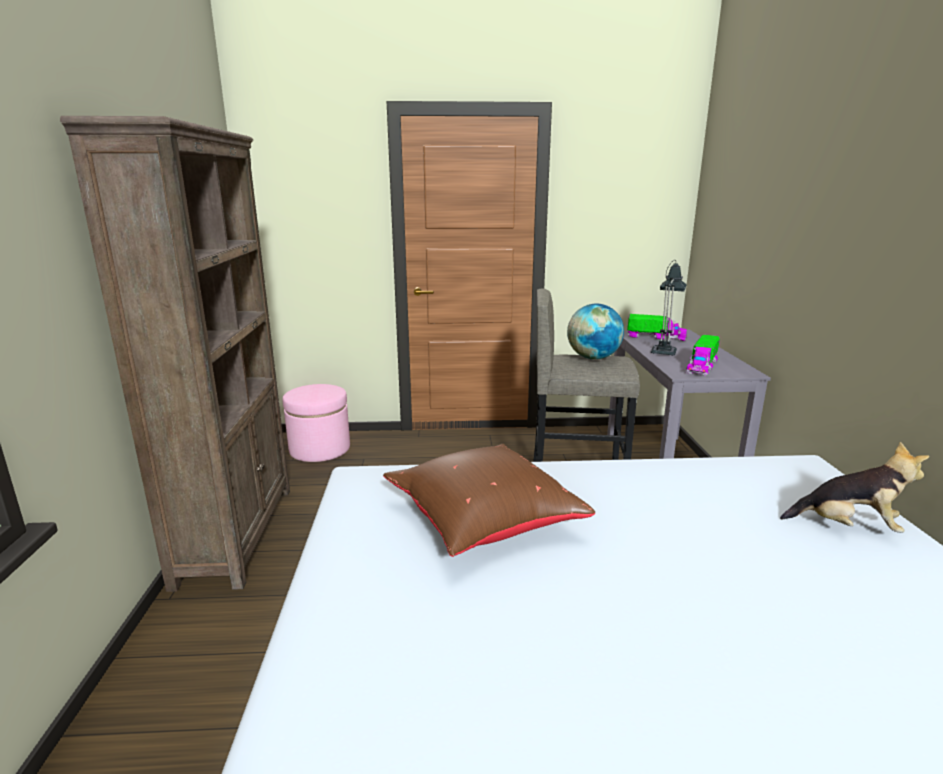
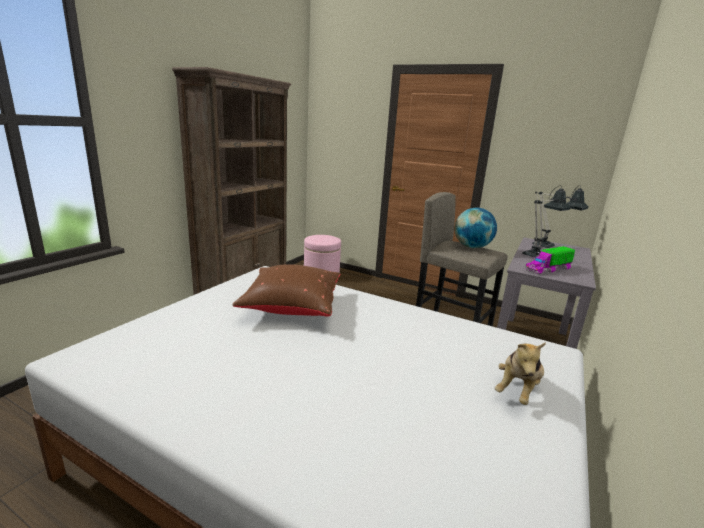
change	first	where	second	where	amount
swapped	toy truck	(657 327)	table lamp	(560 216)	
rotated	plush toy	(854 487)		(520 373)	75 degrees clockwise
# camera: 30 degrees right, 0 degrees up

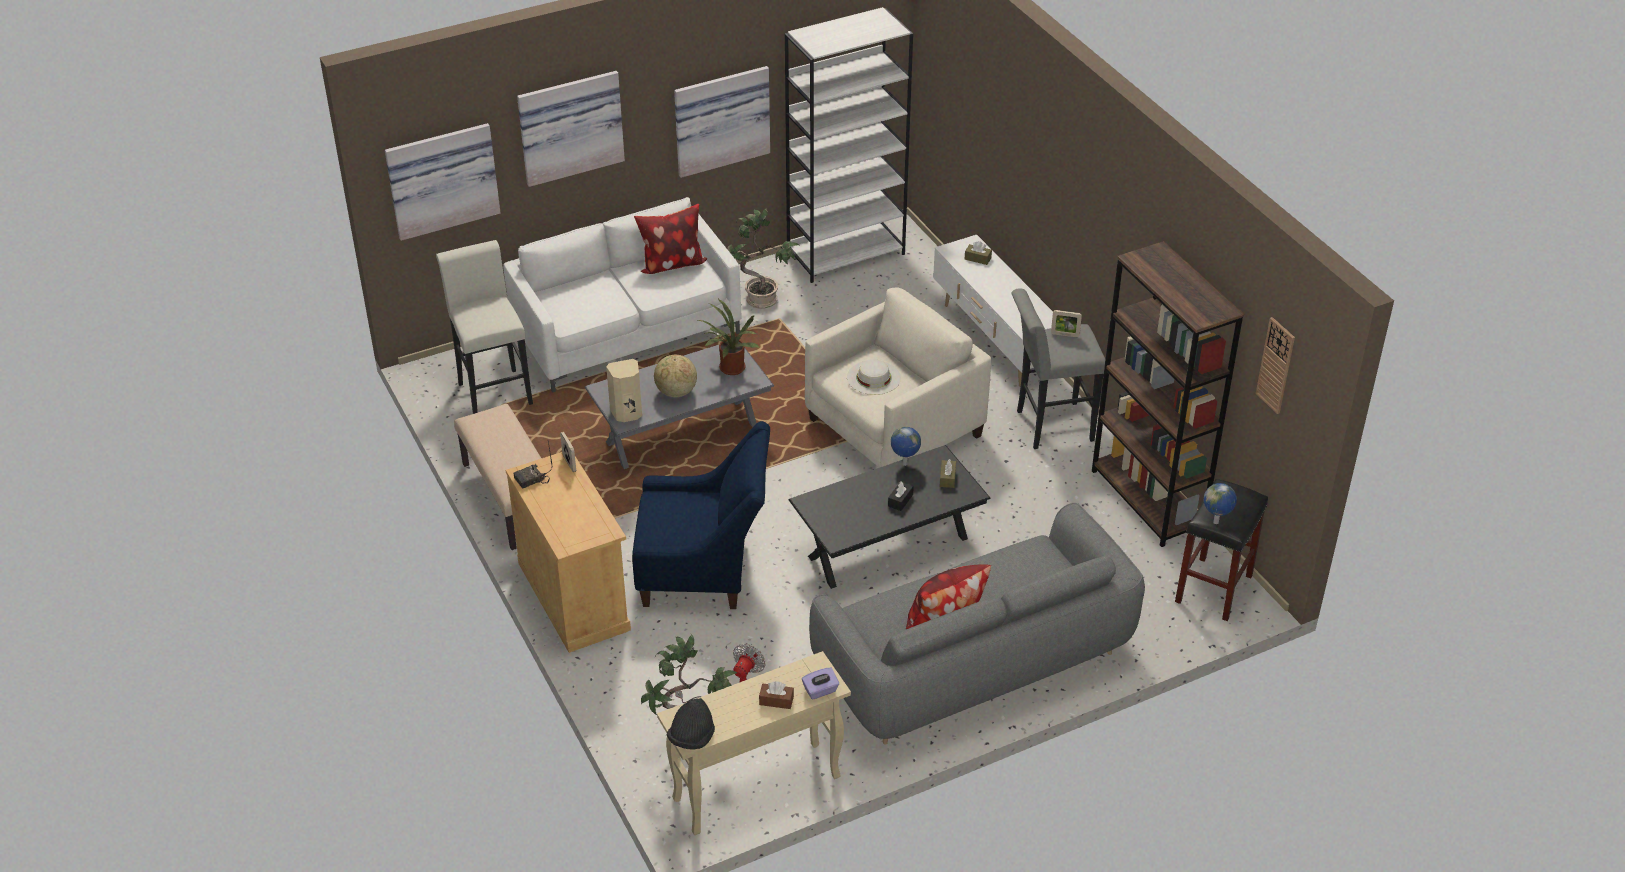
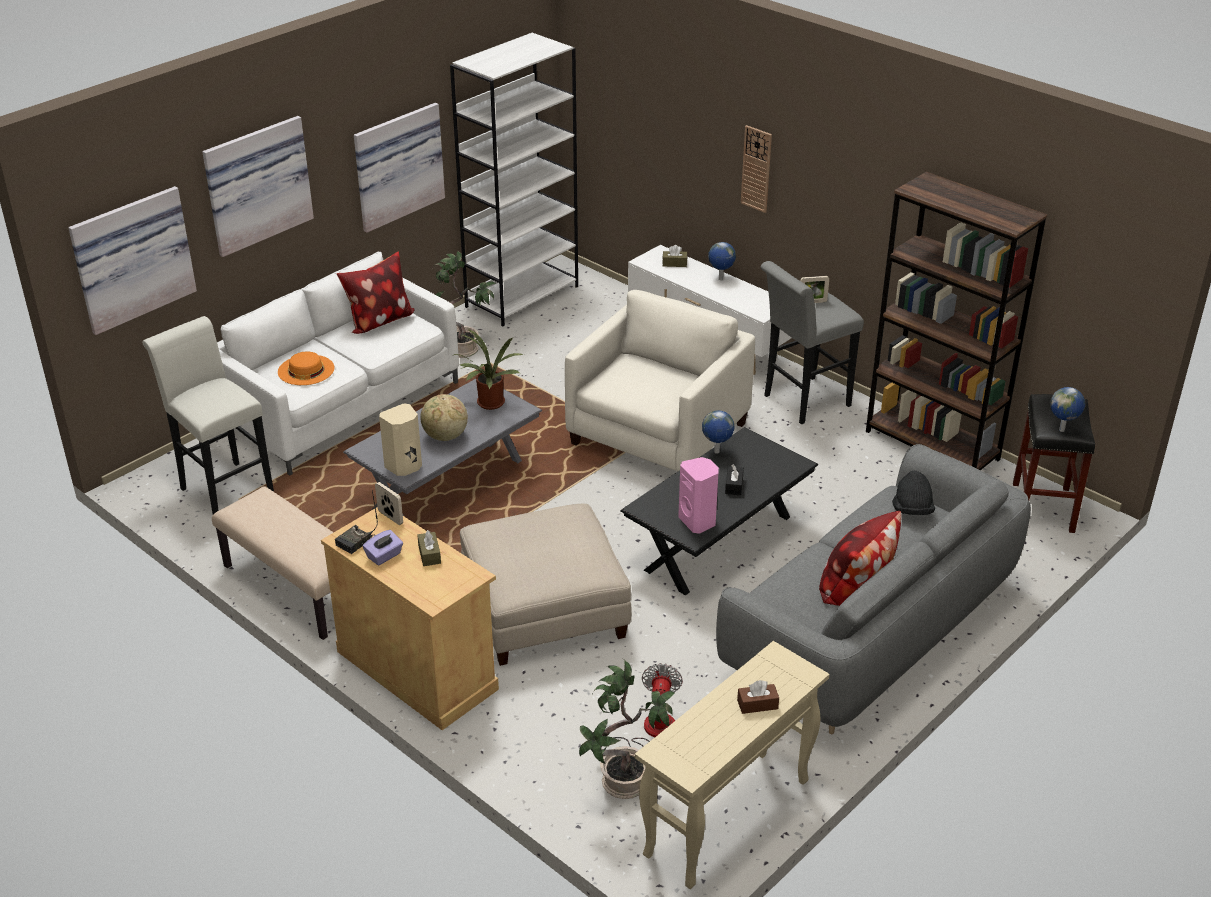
change	first	where	second	where	amount
shifted	wall clock	(1275 365)		(756 169)	
gone	white hat	(874 377)			
swapped	blue armchair	(701 515)	beige ottoman	(546 584)	
shifted	brown tissue box	(948 473)		(429 548)	
shifted	purple tissue box	(820 684)		(383 547)	
shifted	black hat	(691 724)		(913 493)	
new			globe	(722 261)	
new			orange hat	(306 368)	
new			pink speaker	(698 495)	
# camera: 20 degrees left, 5 degrees down

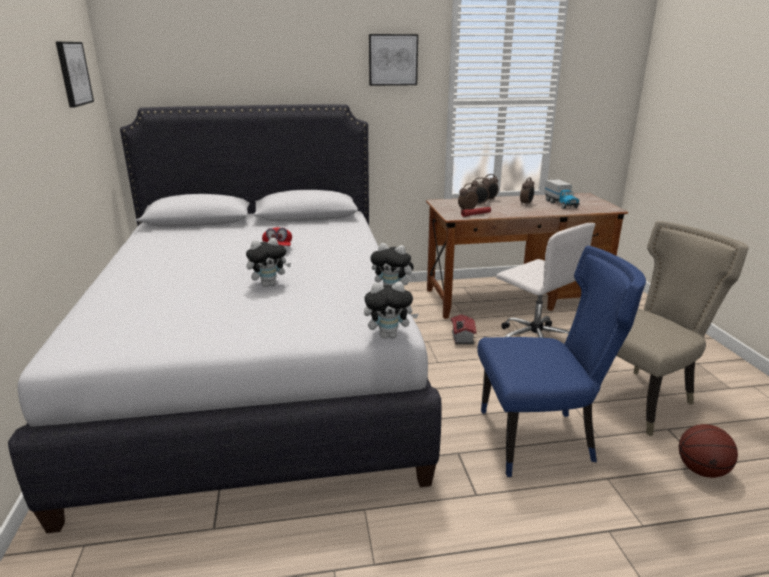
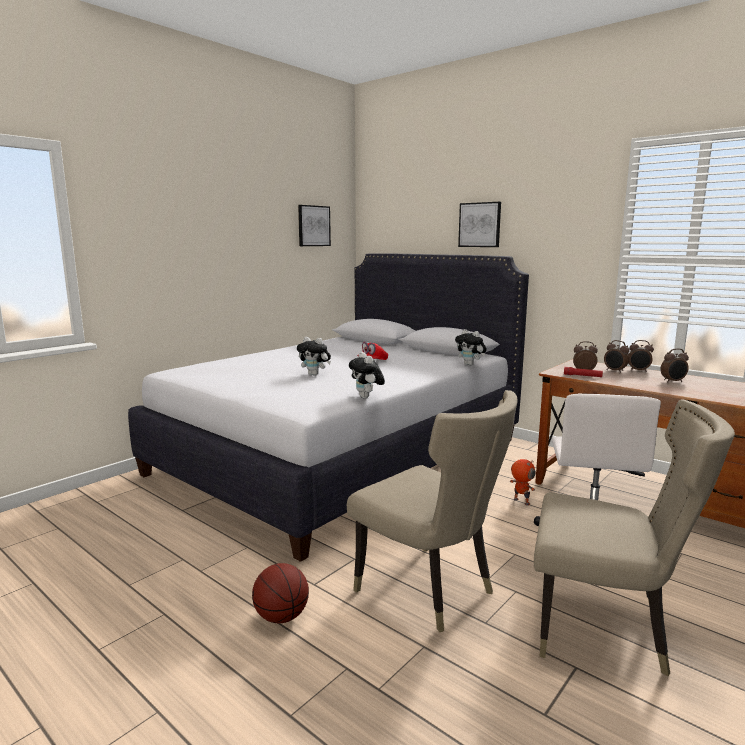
change	first	where	second	where	amount
shifted	picture	(393 60)		(479 224)	
gone	toy truck	(561 194)			
repainted	blue chair	(562 361)	beige chair	(432 511)	
shifted	plush toy	(391 310)		(471 347)	
swapped	toy house	(464 329)	toy robot	(523 482)	
shifted	basketball	(708 451)		(280 593)	
# camera: 50 degrees right, 10 degrees down

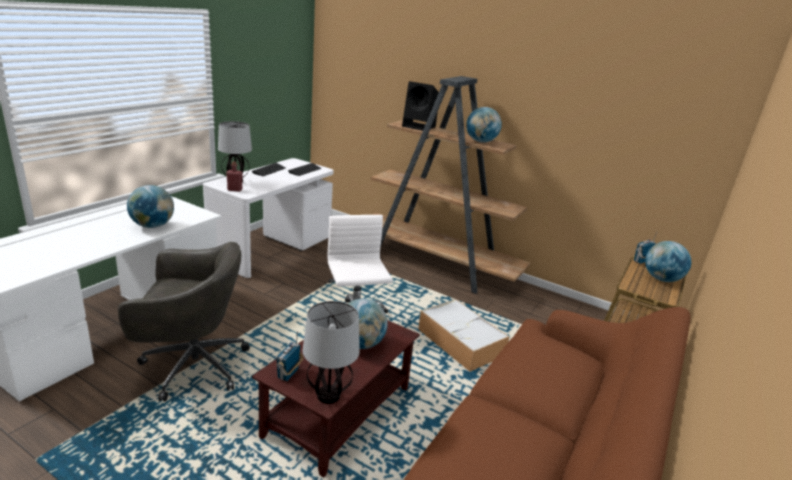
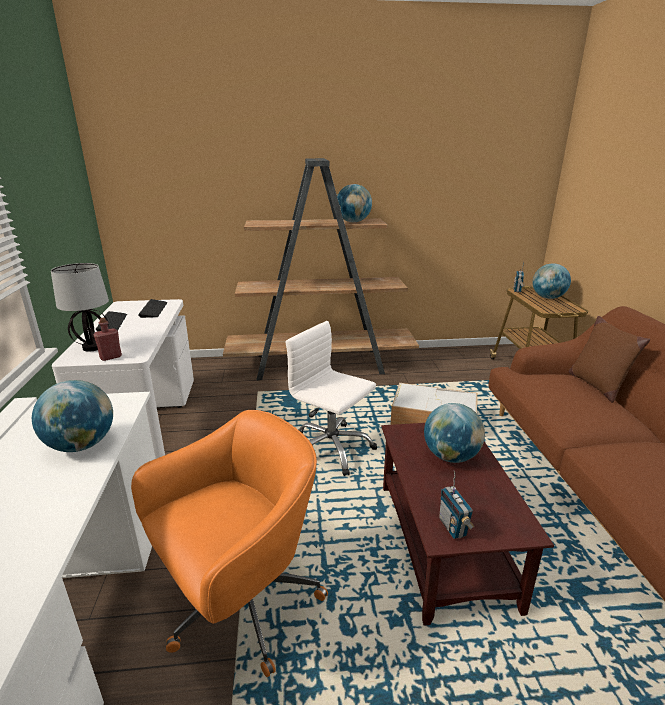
change	first	where	second	where	amount
gone	black speaker	(420 106)			
repainted	grey office chair	(184 322)	orange office chair	(229 543)	
gone	table lamp	(331 352)			
new			brown pillow	(609 359)	
# camera: 35 degrees left, 0 degrees up

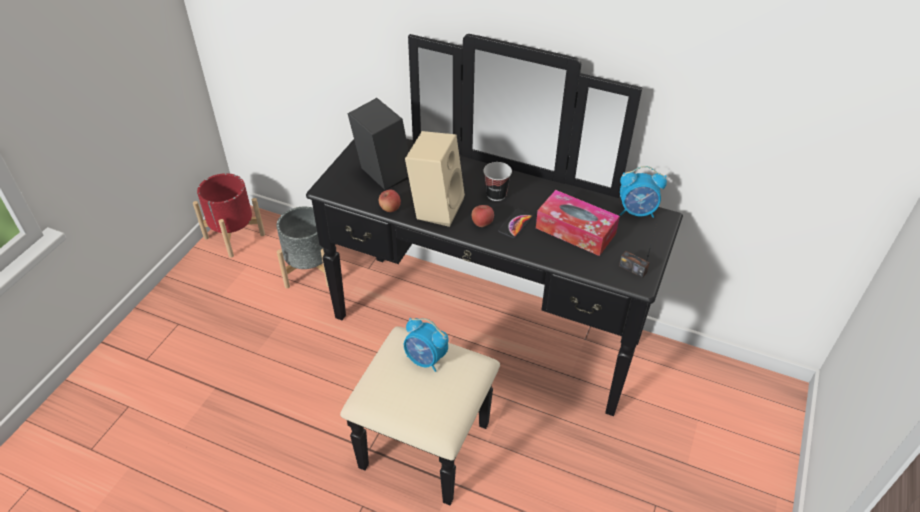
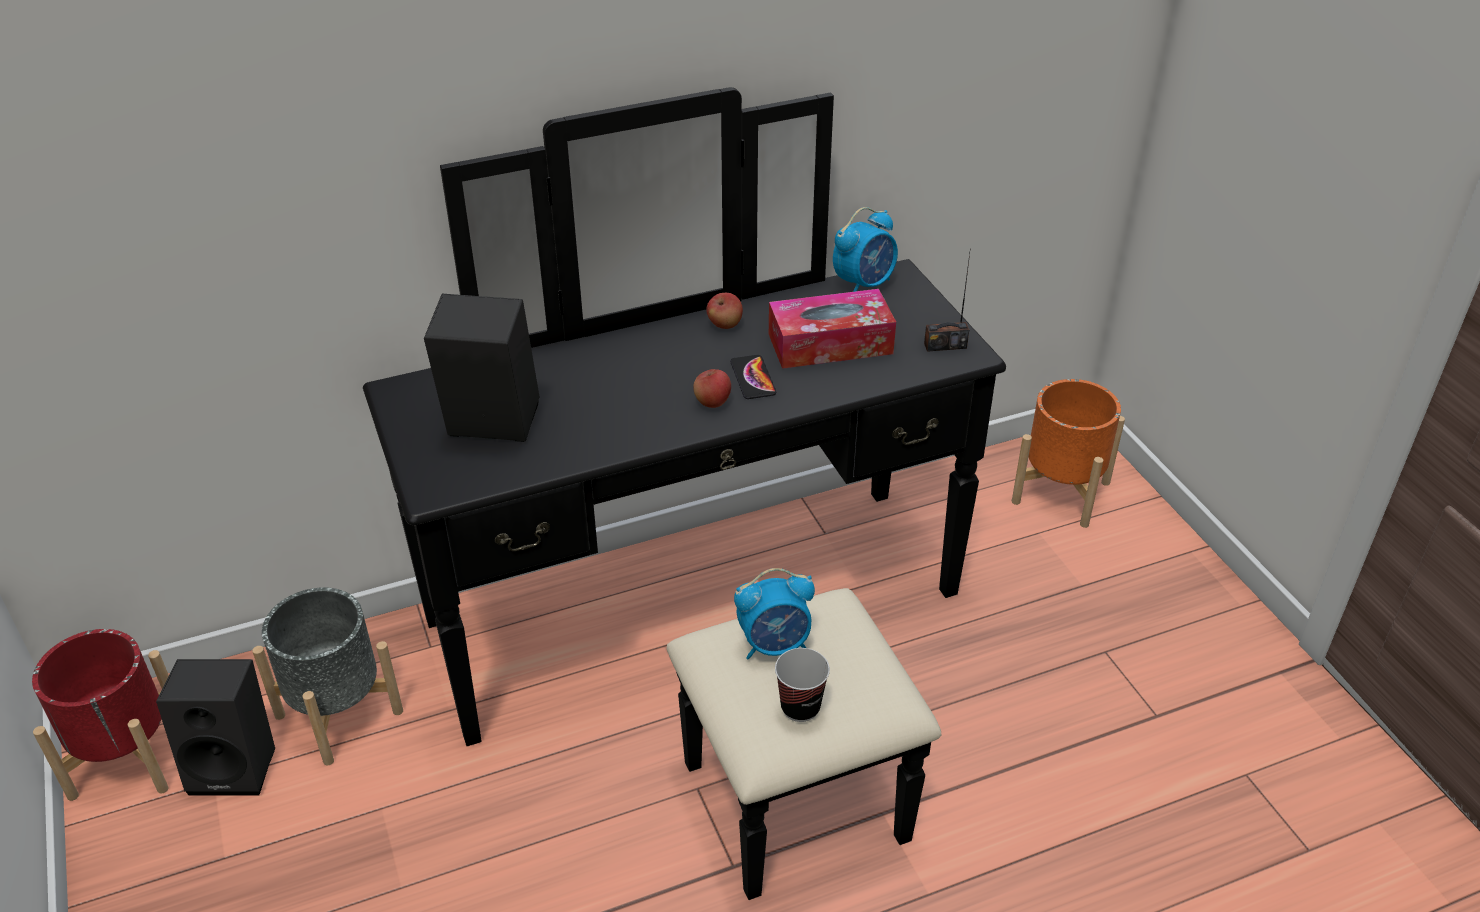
change	first	where	second	where	amount
gone	beige speaker	(435 179)			
shifted	cup	(497 181)		(802 685)	
shifted	apple	(390 201)		(724 311)	
new			orange planter	(1068 453)	
new			black speaker	(215 727)	
# camera: 45 degrees left, 5 degrees down

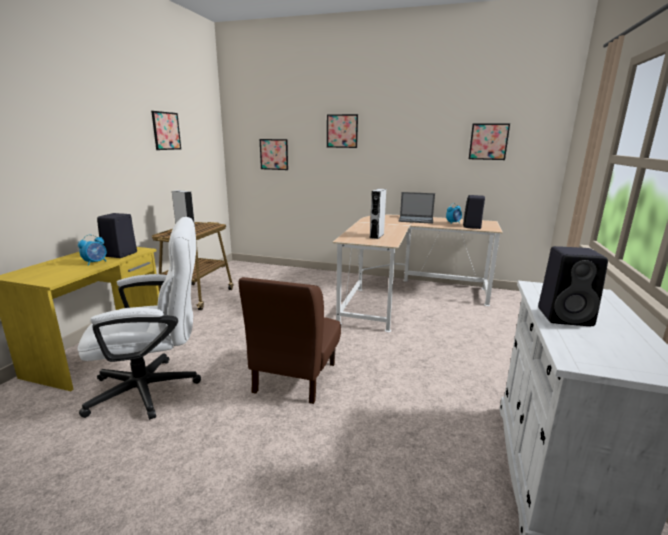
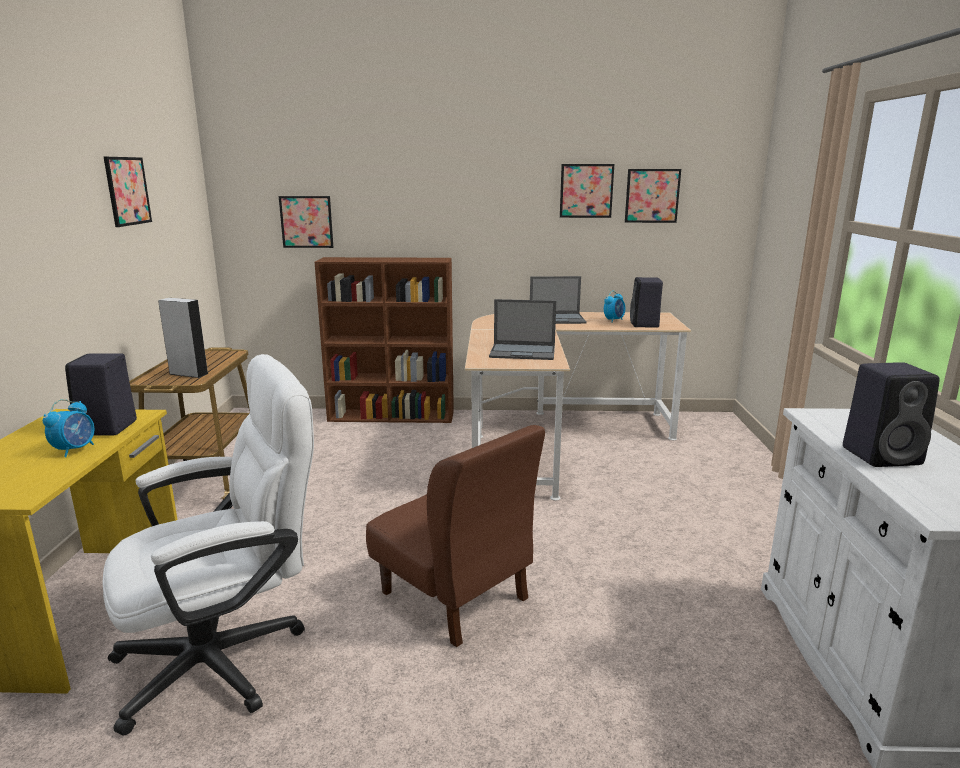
change	first	where	second	where	amount
shifted	picture	(342 131)		(587 191)	
swapped	grey speaker	(378 214)	laptop	(522 329)	
rotated	brown chair	(290 340)		(455 536)	45 degrees counterclockwise
new			brown bookcase	(384 340)	
# camera: 15 degrees left, 0 degrees up

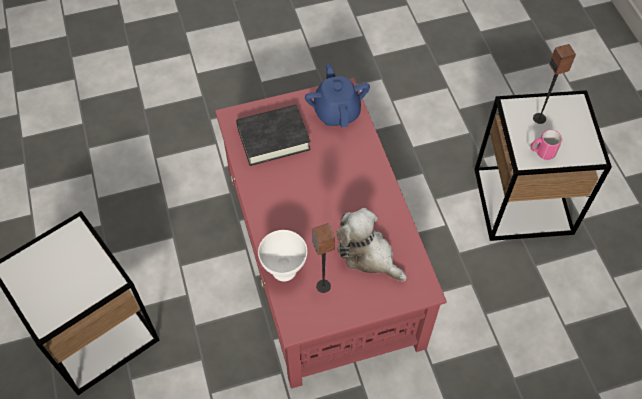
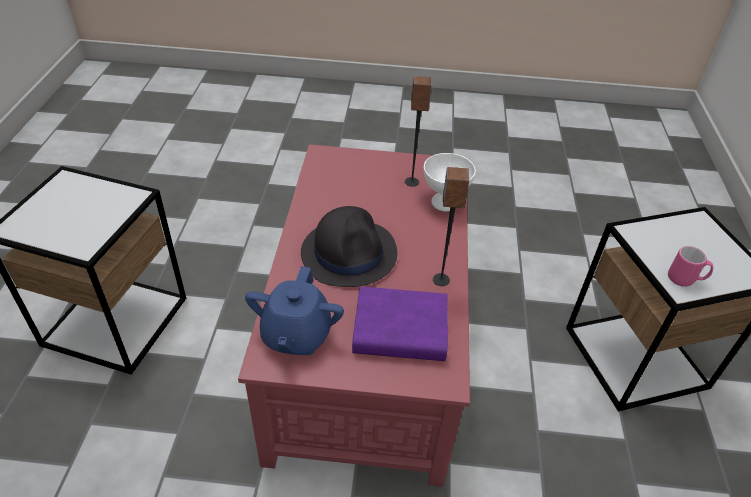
change	first	where	second	where	amount
shifted	speaker	(554 84)		(451 226)	
repainted	black book	(273 135)	purple book	(400 323)	
shifted	pink mug	(546 145)		(690 266)	
gone	plush toy	(371 245)			
new			black hat	(349 246)	
# camera: 160 degrees left, 15 degrees down

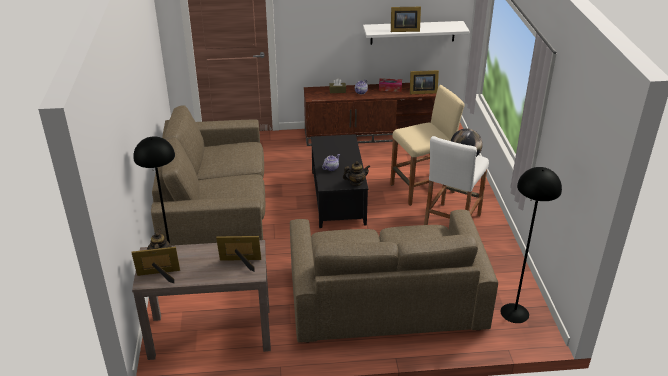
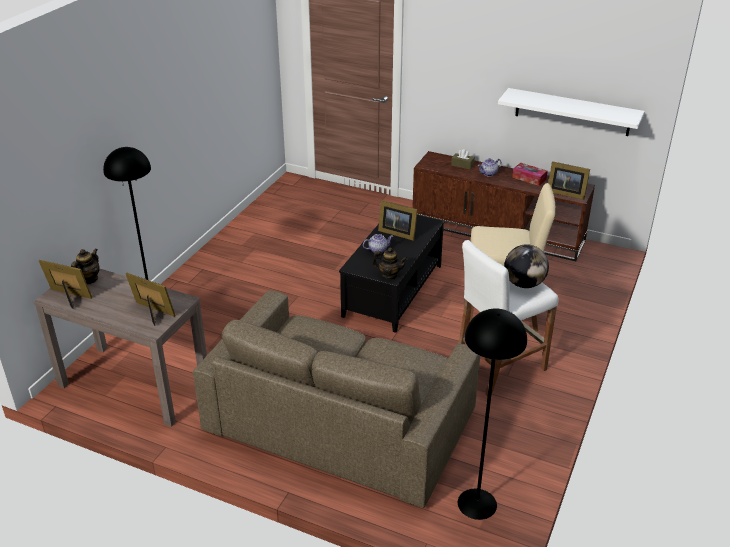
change	first	where	second	where	amount
shifted	picture frame	(406 19)		(398 220)	
gone	brown sofa	(208 175)			
# camera: 30 degrees right, 0 degrees up

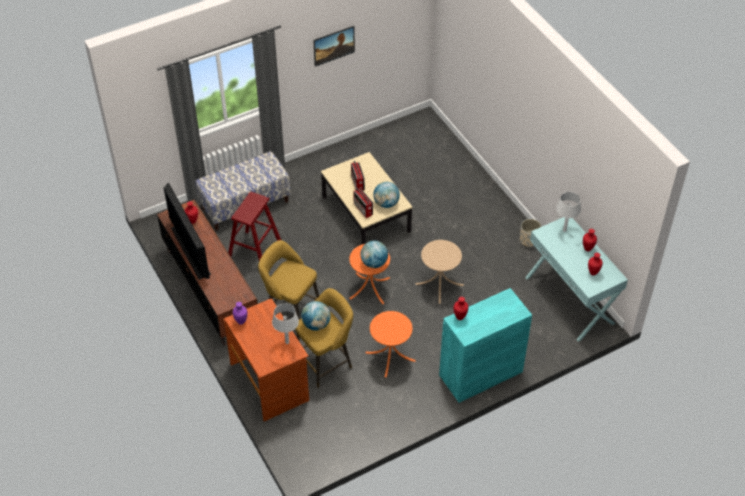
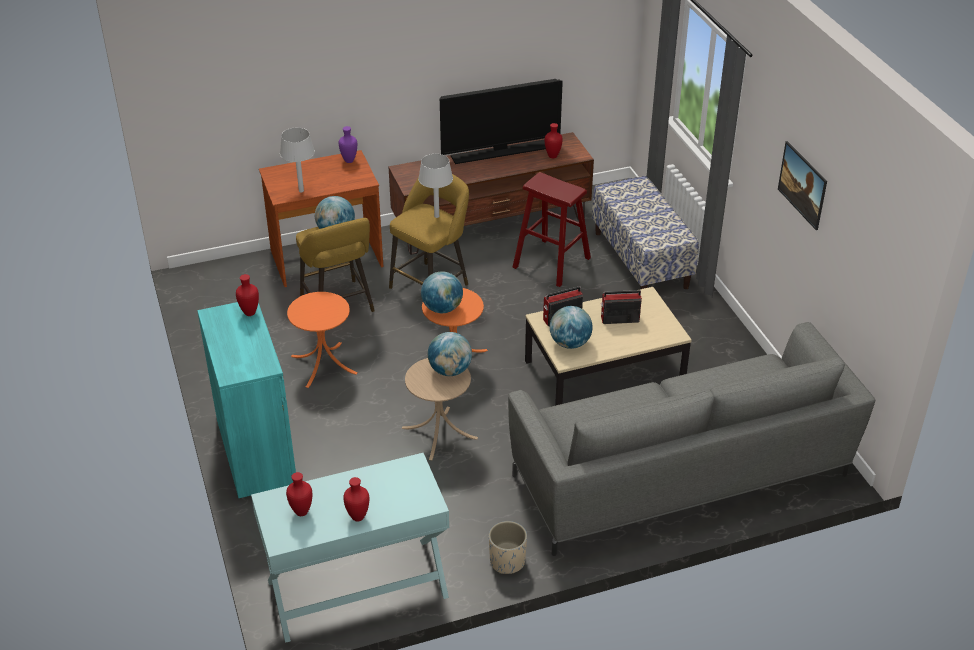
change	first	where	second	where	amount
shifted	grey table lamp	(568 212)		(435 186)	
new			grey sofa	(691 439)	
new			globe	(450 354)	
# camera: 100 degrees right, 10 degrees down

